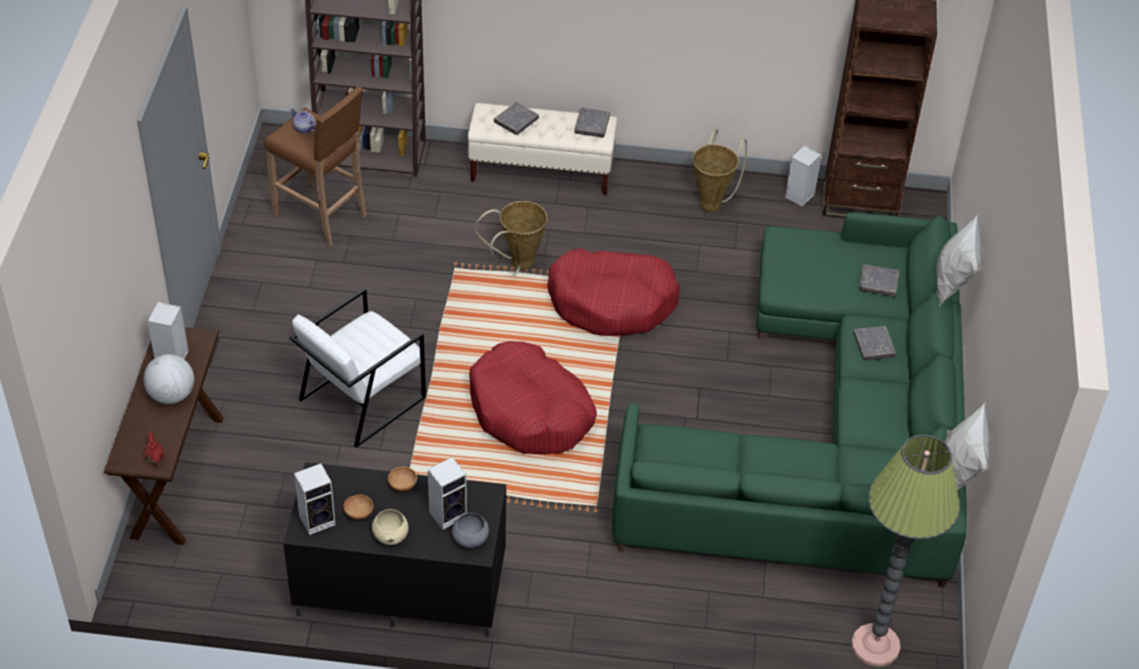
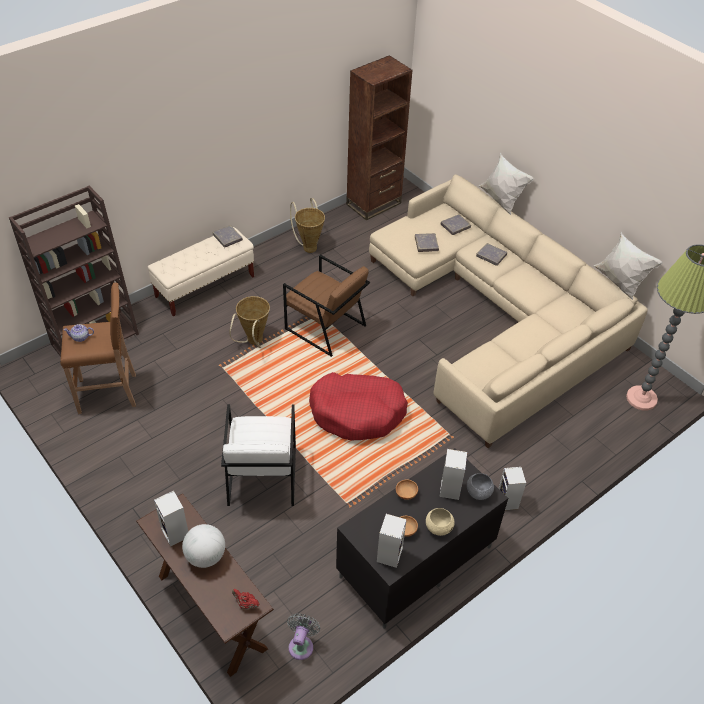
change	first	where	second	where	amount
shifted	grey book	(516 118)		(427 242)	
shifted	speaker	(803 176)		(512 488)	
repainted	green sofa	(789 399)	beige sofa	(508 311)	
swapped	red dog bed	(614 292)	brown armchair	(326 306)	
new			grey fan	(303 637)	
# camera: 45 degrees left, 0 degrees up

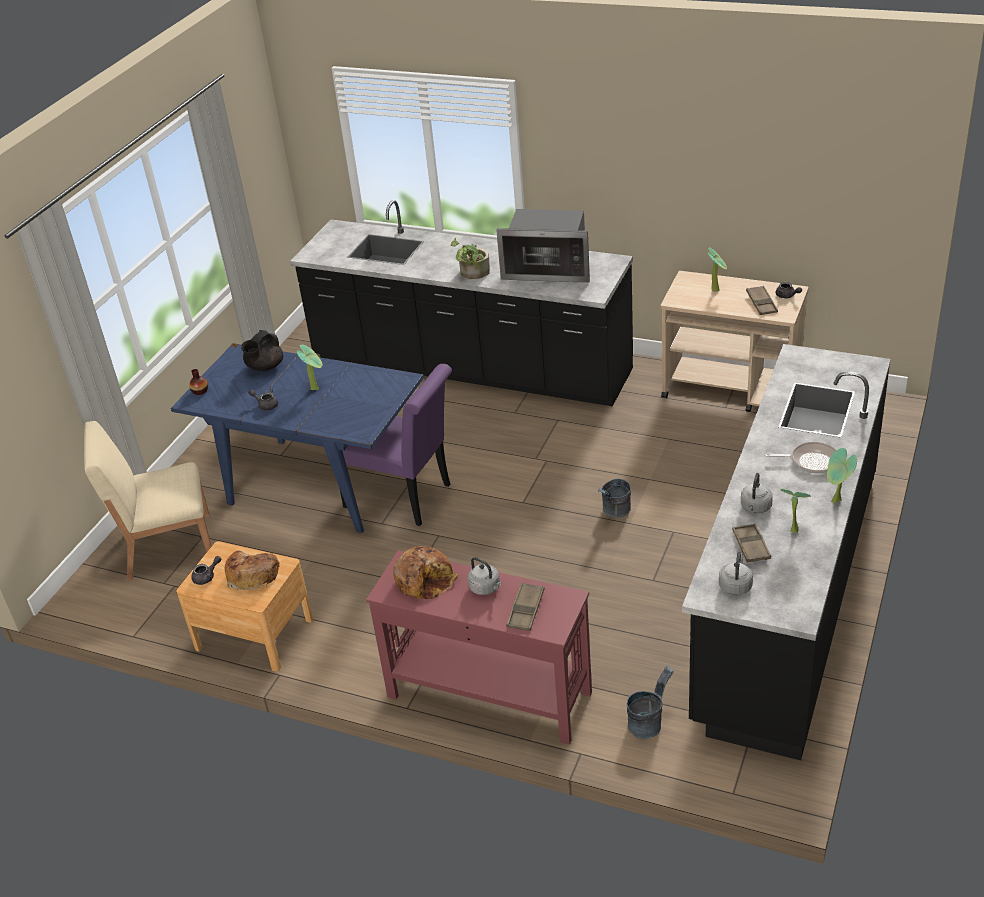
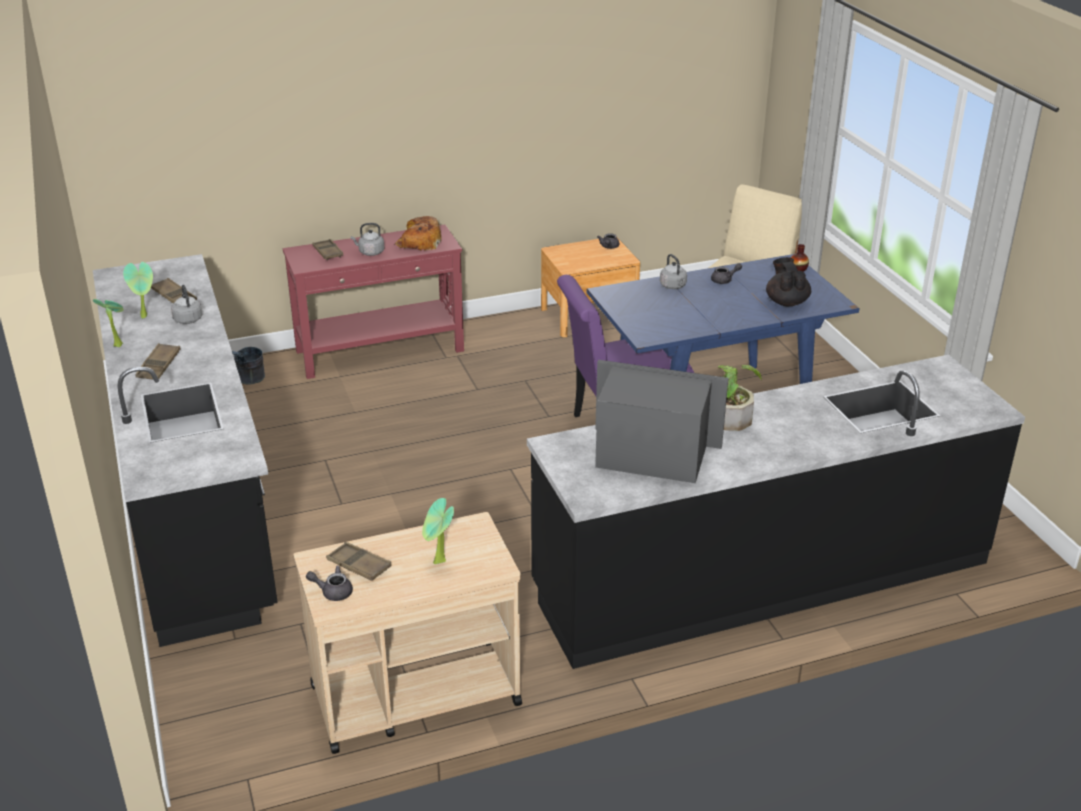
change	first	where	second	where	amount
rotated	microwave	(543 246)		(661 421)	45 degrees clockwise
gone	potted plant	(309 367)			
swapped	frying pan	(800 458)	brown tray	(157 361)	
gone	grey bucket	(614 498)			
gone	bread	(252 570)			
shifted	grey kettle	(736 573)		(673 271)	
# camera: 135 degrees right, 5 degrees down

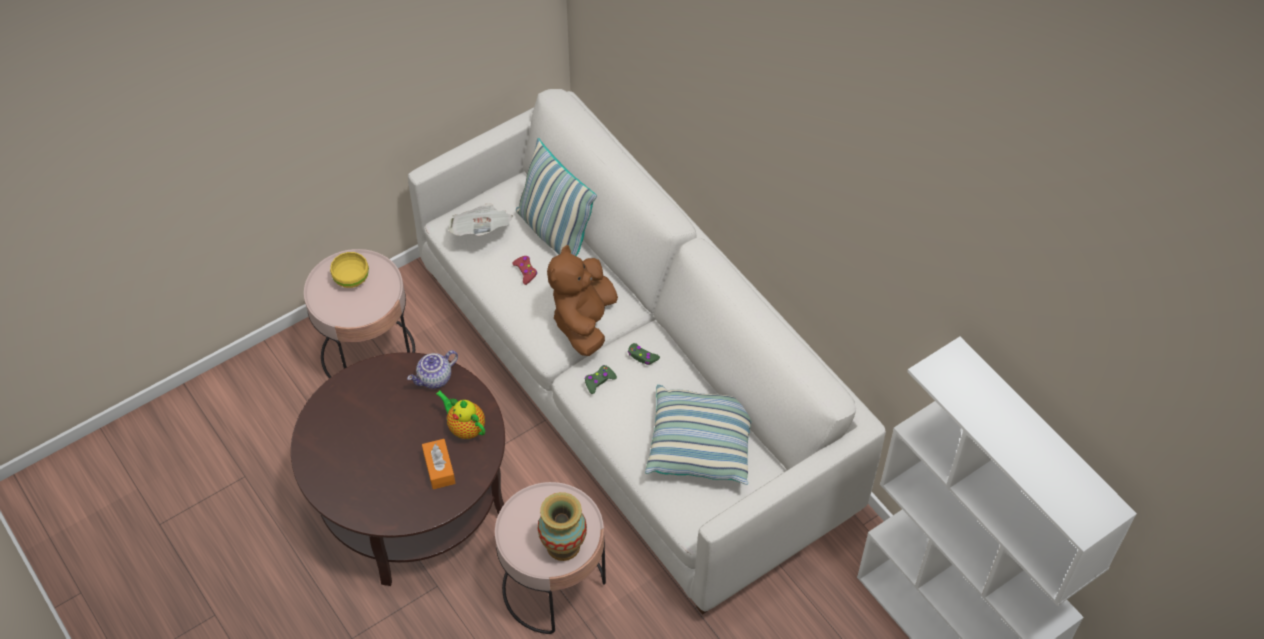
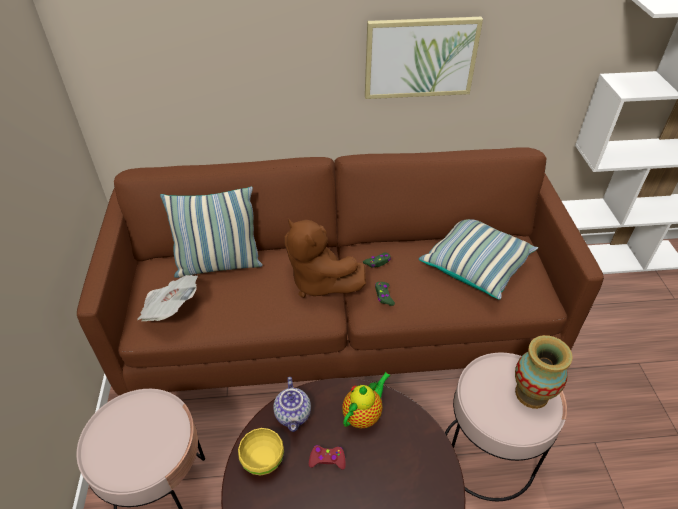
change	first	where	second	where	amount
repainted	white sofa	(647 352)	brown sofa	(340 271)	
shifted	yellow bowl	(349 270)		(261 452)	
shifted	red game controller	(524 270)		(327 457)	
rotated	teapot	(460 414)		(366 400)	150 degrees clockwise
gone	orange tissue box	(438 464)			
new			picture	(424 58)	
# camera: 60 degrees left, 10 degrees down

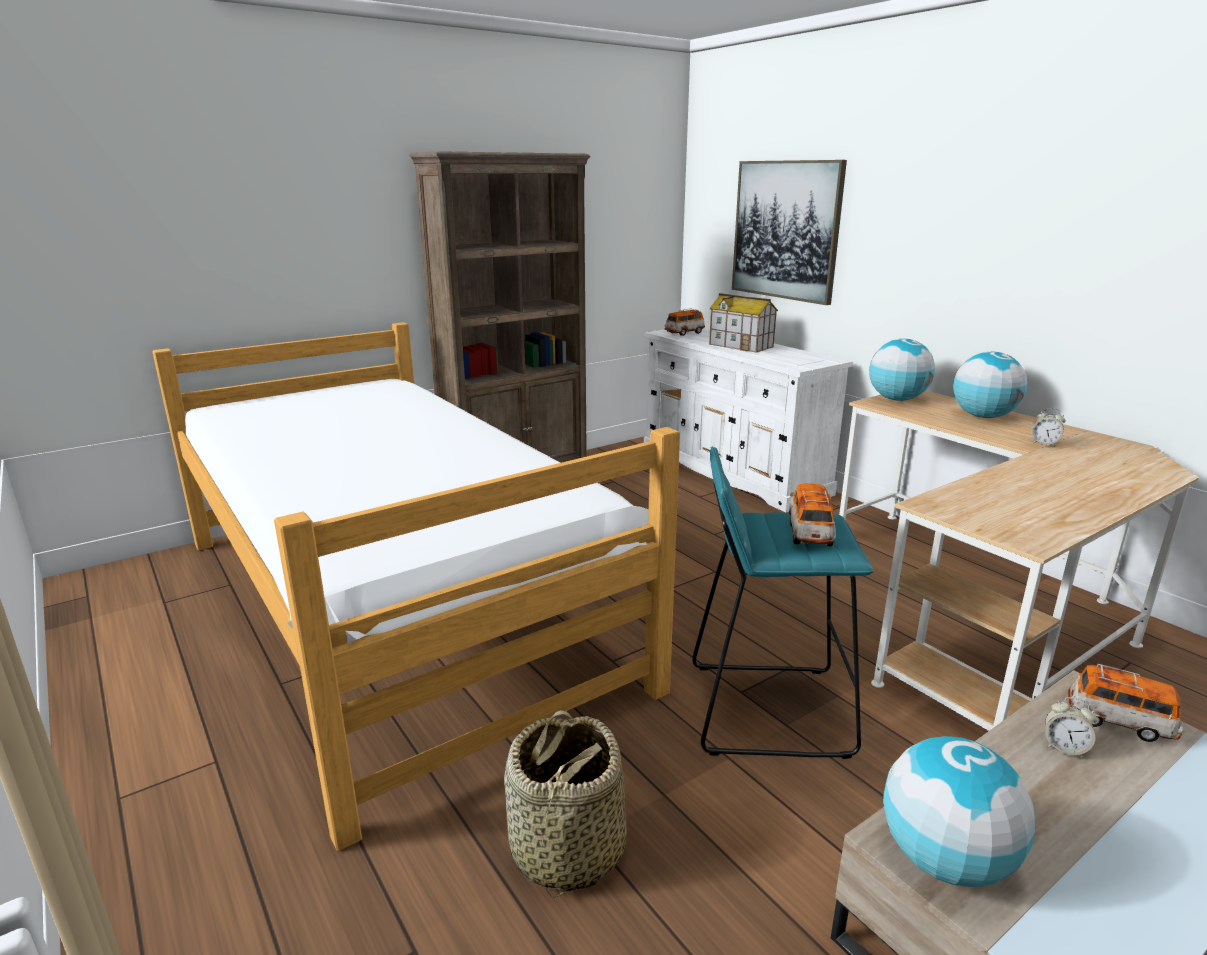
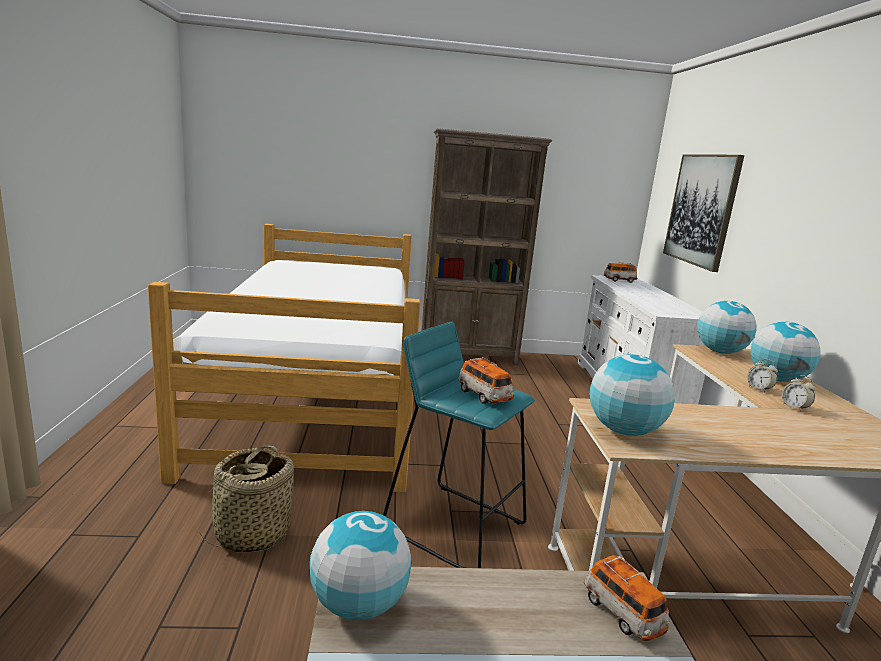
change	first	where	second	where	amount
gone	toy house	(743 323)			
rotated	toy car	(812 515)		(486 380)	105 degrees clockwise
shifted	alarm clock	(1071 727)		(762 375)	
new			globe	(632 395)	
# camera: 30 degrees right, 5 degrees down

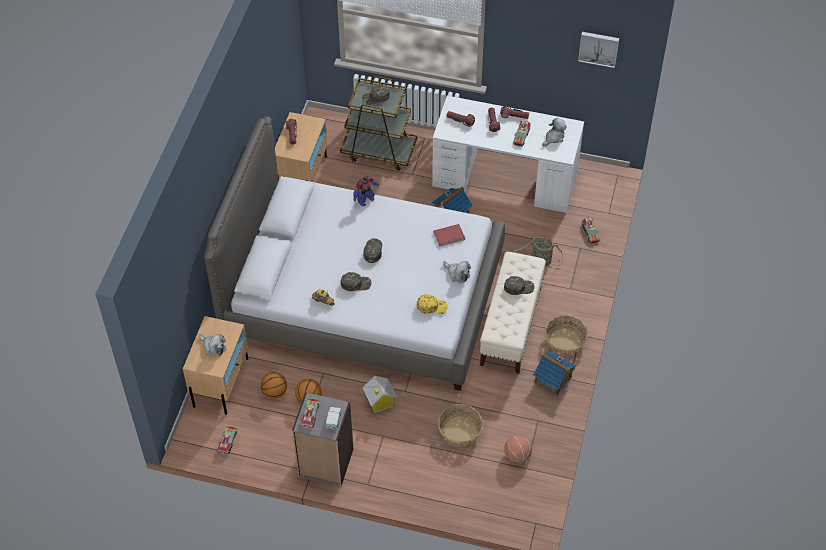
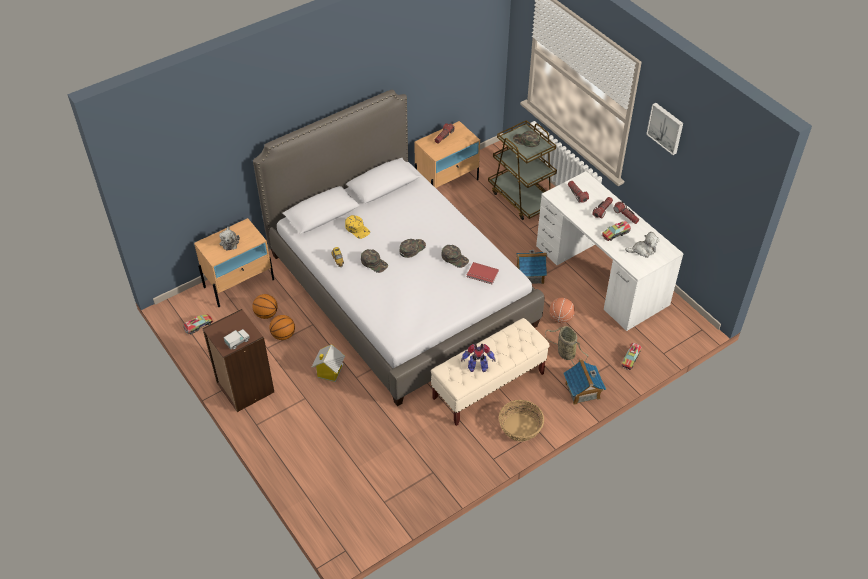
change	first	where	second	where	amount
shifted	picture	(598 50)		(664 129)	
shifted	toy robot	(366 191)		(478 358)	
gone	plush toy	(457 272)			
shifted	green cap	(519 285)		(455 256)	
shifted	yellow cap	(432 304)		(357 227)	
shifted	toy house	(554 373)		(585 382)	
repainted	grey bookcase	(322 439)	brown bookcase	(238 360)	
gone	toy truck	(310 414)			
gone	basket	(460 425)			
shifted	basketball	(518 449)		(562 310)	
# camera: 40 degrees right, 5 degrees down

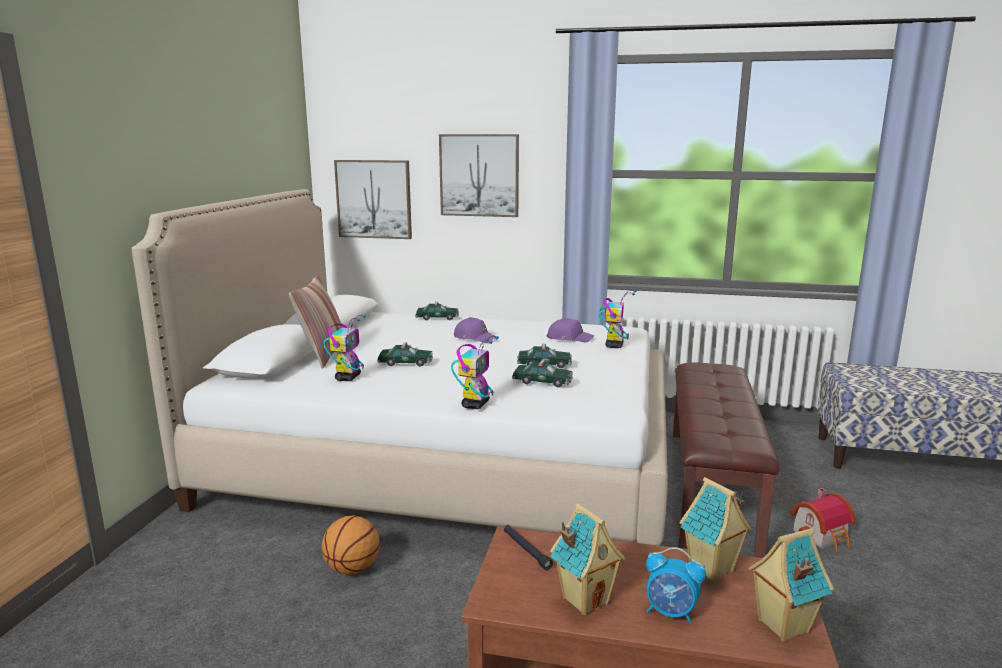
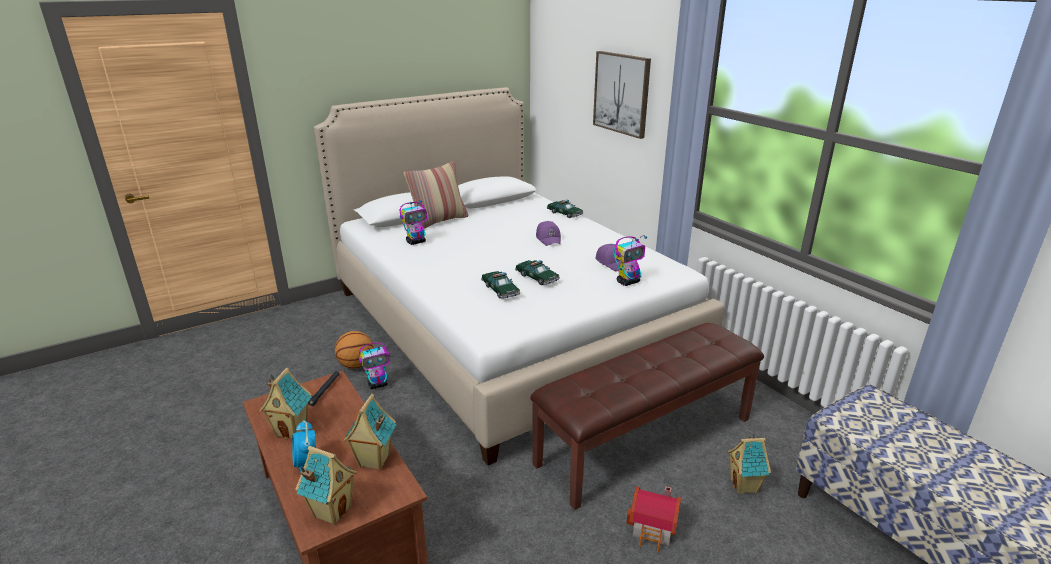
change	first	where	second	where	amount
gone	picture	(373 199)			
shifted	toy robot	(475 372)		(374 366)	
gone	toy car	(405 355)			
new			toy house	(749 463)	
# camera: 45 degrees right, 10 degrees up

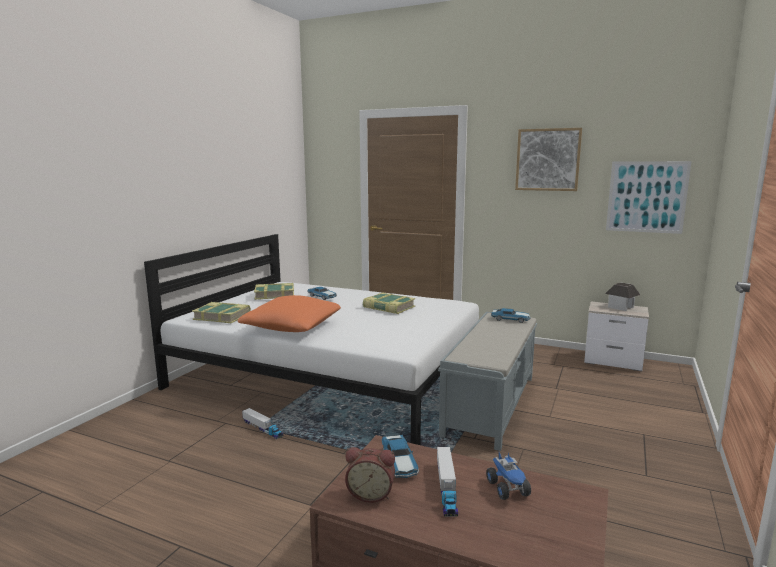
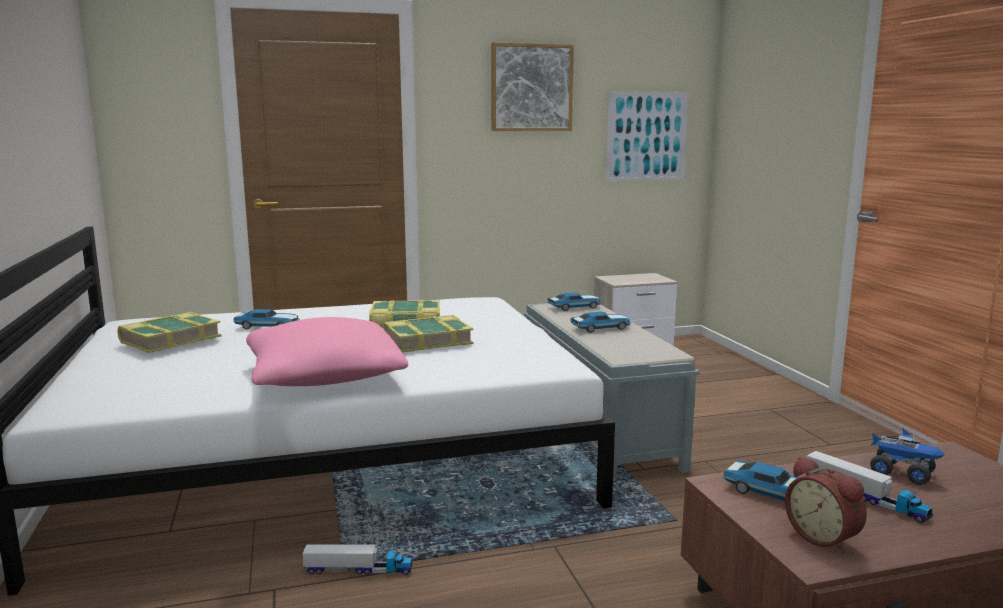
change	first	where	second	where	amount
gone	toy house	(622 296)			
repainted	orange pillow	(289 313)	pink pillow	(327 351)	
shifted	book	(221 312)		(428 333)	
rotated	alarm clock	(370 475)		(826 504)	90 degrees clockwise
new			toy car	(600 322)	
# camera: 40 degrees left, 0 degrees up

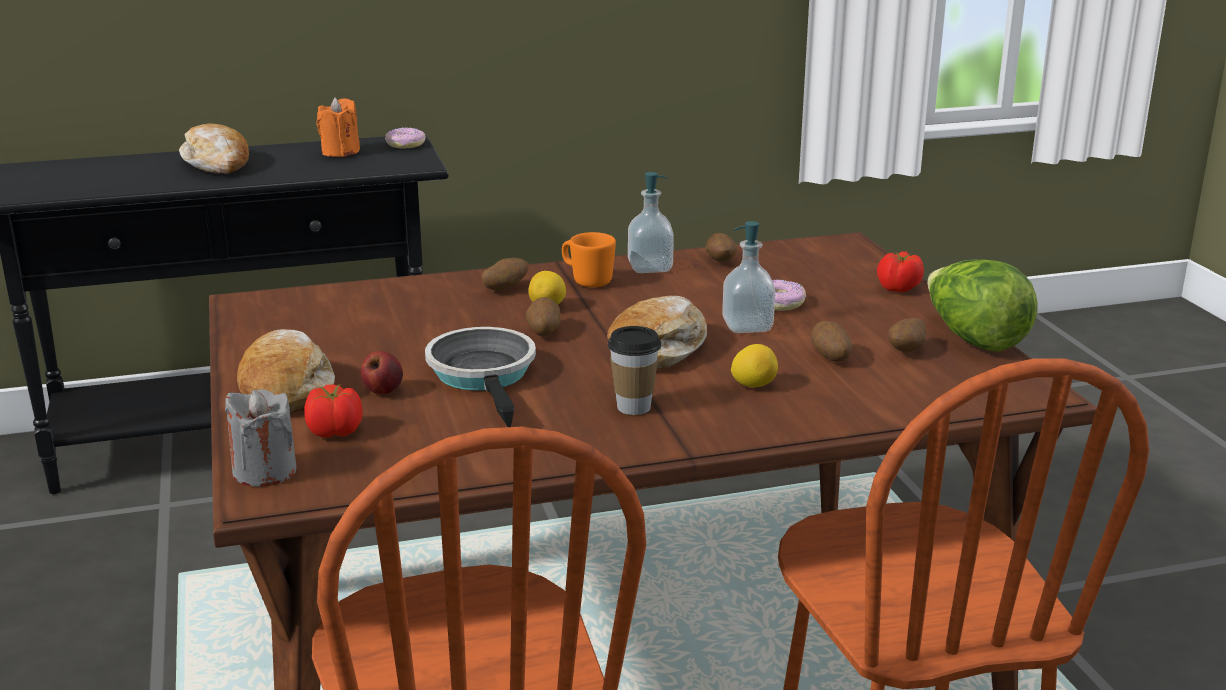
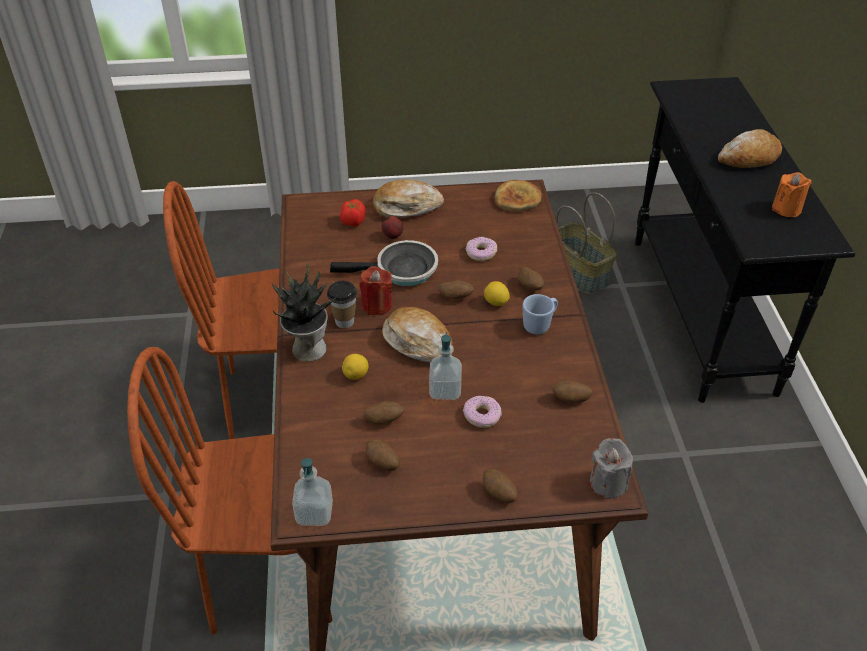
change	first	where	second	where	amount
shifted	donut	(405 138)		(481 249)	
shifted	soap dispenser	(651 222)		(312 492)	
repainted	orange mug	(589 259)	blue mug	(540 314)	
swapped	tomato	(900 272)	potato	(500 486)	
gone	lettuce	(982 305)			
shifted	grey candle	(261 438)		(611 468)	
new			bread	(518 195)	
new			basket	(586 243)	
new			potted plant	(305 313)	
new			red candle	(376 290)	
# camera: 100 degrees right, 20 degrees up

